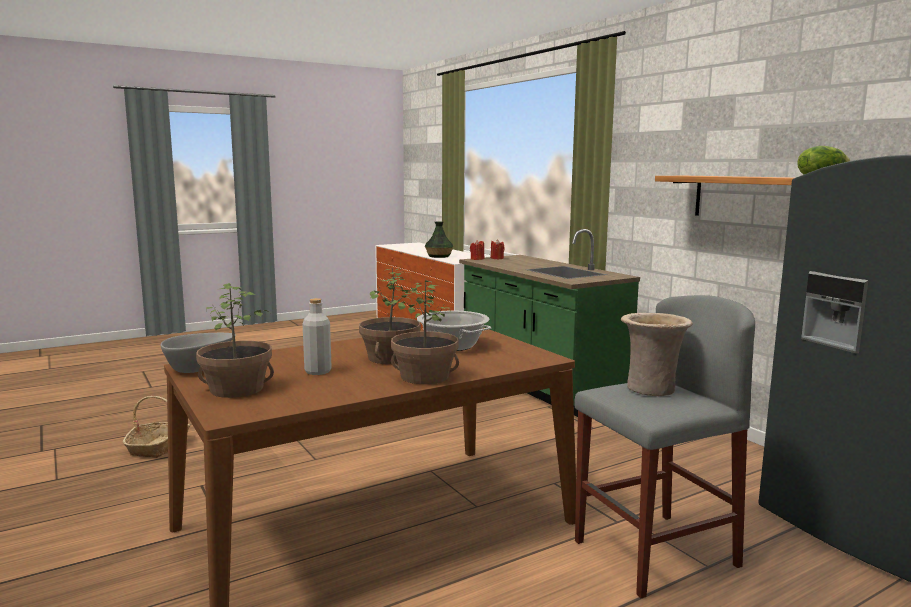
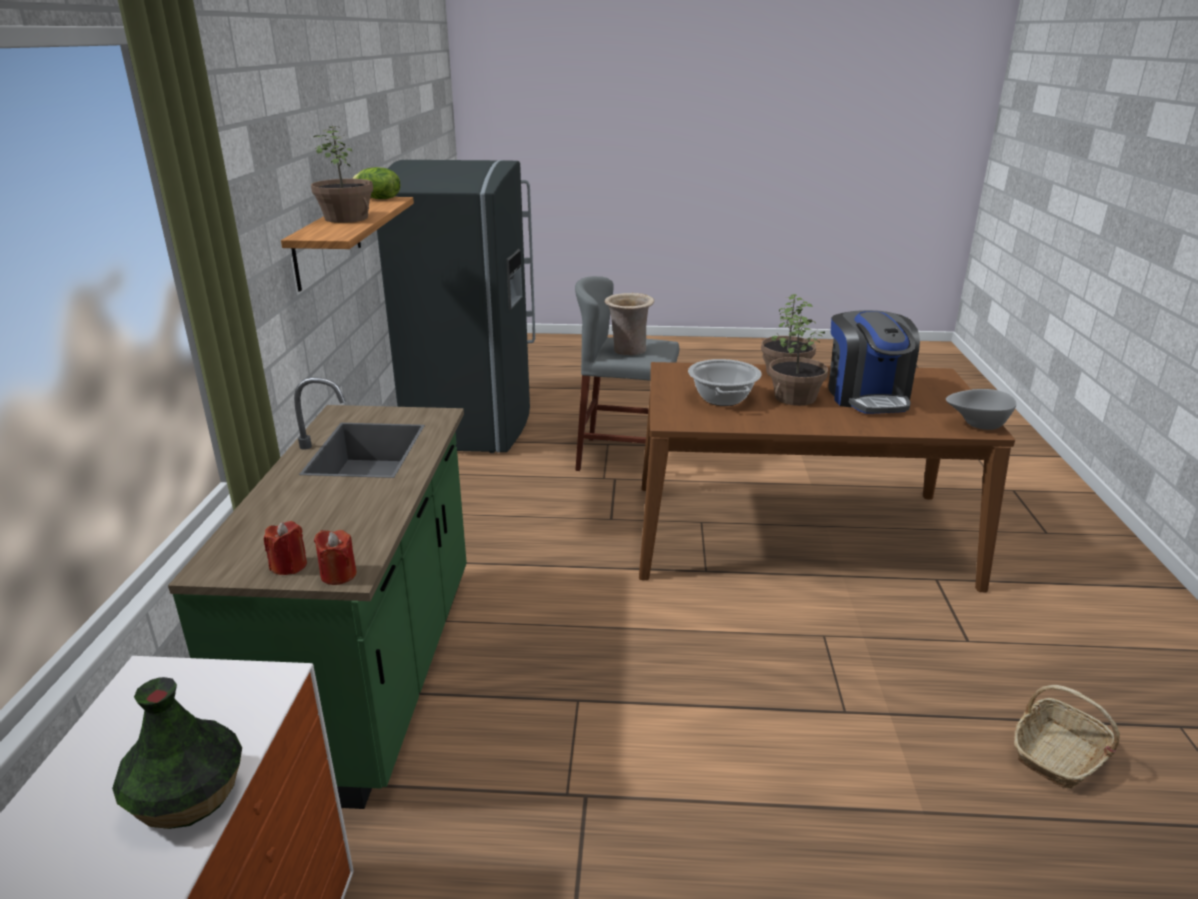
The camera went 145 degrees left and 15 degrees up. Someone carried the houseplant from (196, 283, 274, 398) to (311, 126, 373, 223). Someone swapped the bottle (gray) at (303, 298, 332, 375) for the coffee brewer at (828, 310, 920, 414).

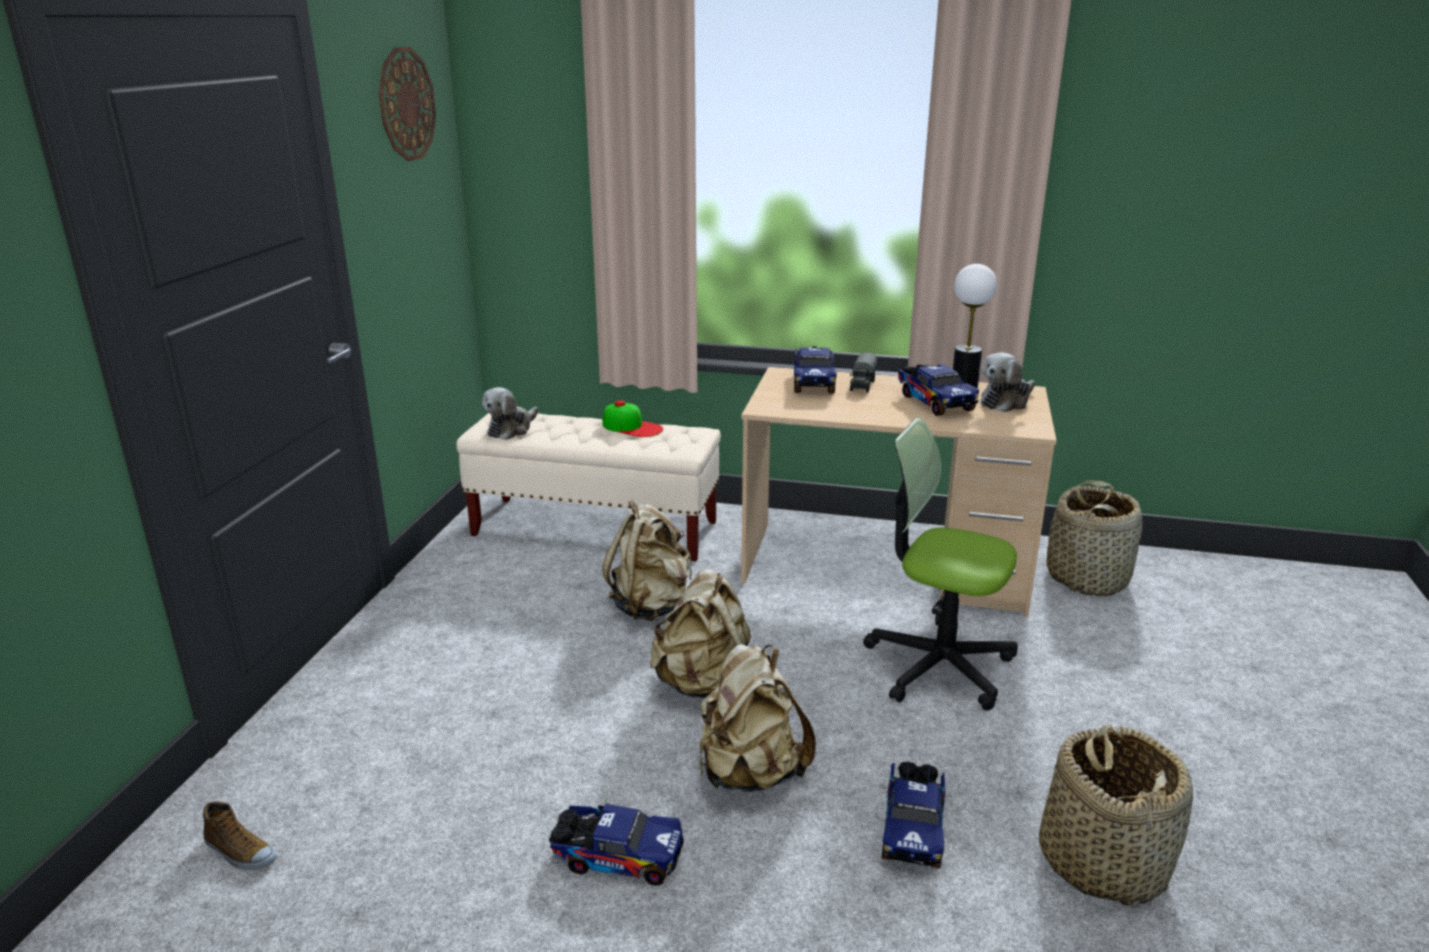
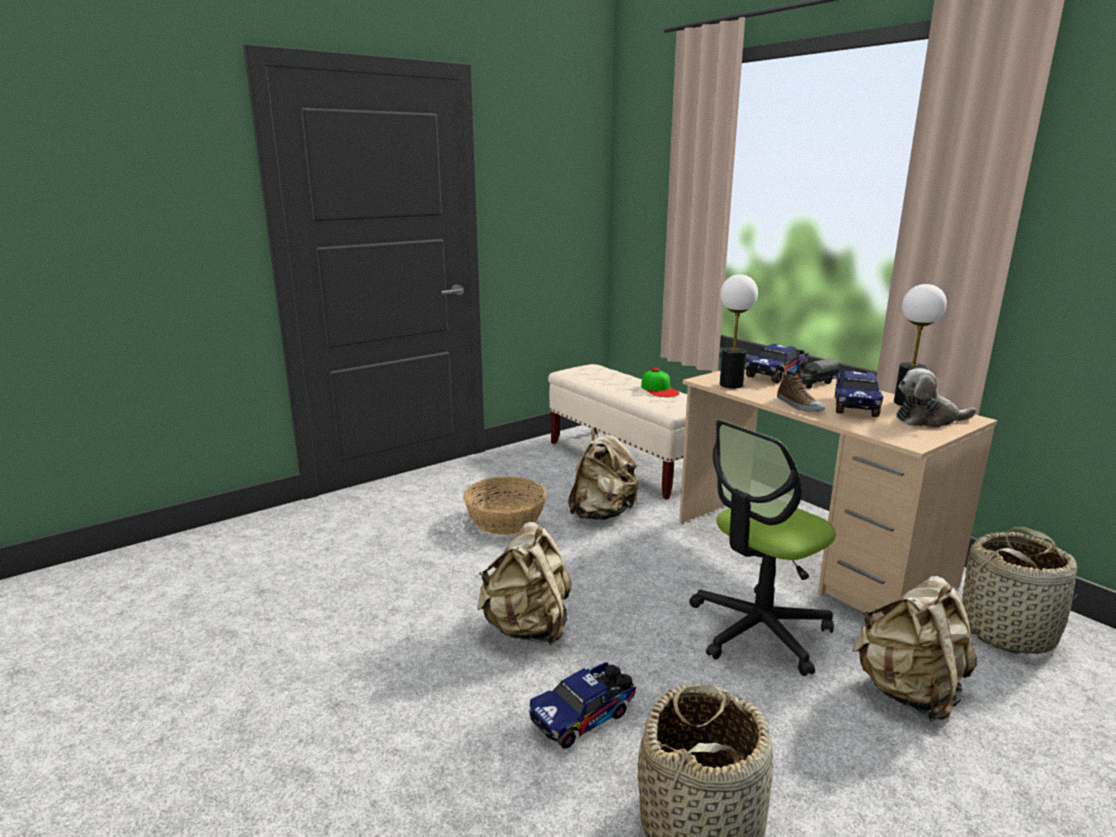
The camera went 40 degrees right and 5 degrees down. Someone took away the wall clock at (379, 47, 436, 161). Someone took away the cuddly toy at (482, 387, 538, 440). Someone rotated the office chair at (863, 418, 1018, 710) by 105 degrees counterclockwise. Someone carried the knapsack (beige-coloured) from (650, 568, 751, 698) to (852, 576, 977, 722). Someone carried the shoe from (203, 801, 276, 870) to (777, 370, 825, 411). Someone took away the model truck at (549, 804, 683, 886). Someone put down the lamp for a table at (720, 274, 758, 388). Someone put down the basket at (463, 476, 547, 535).

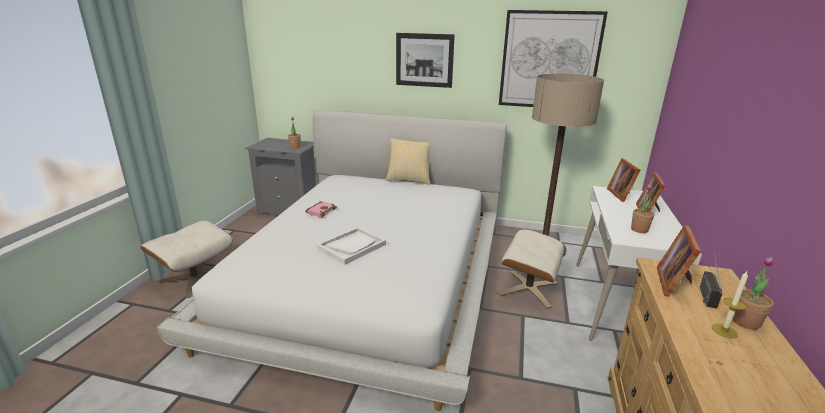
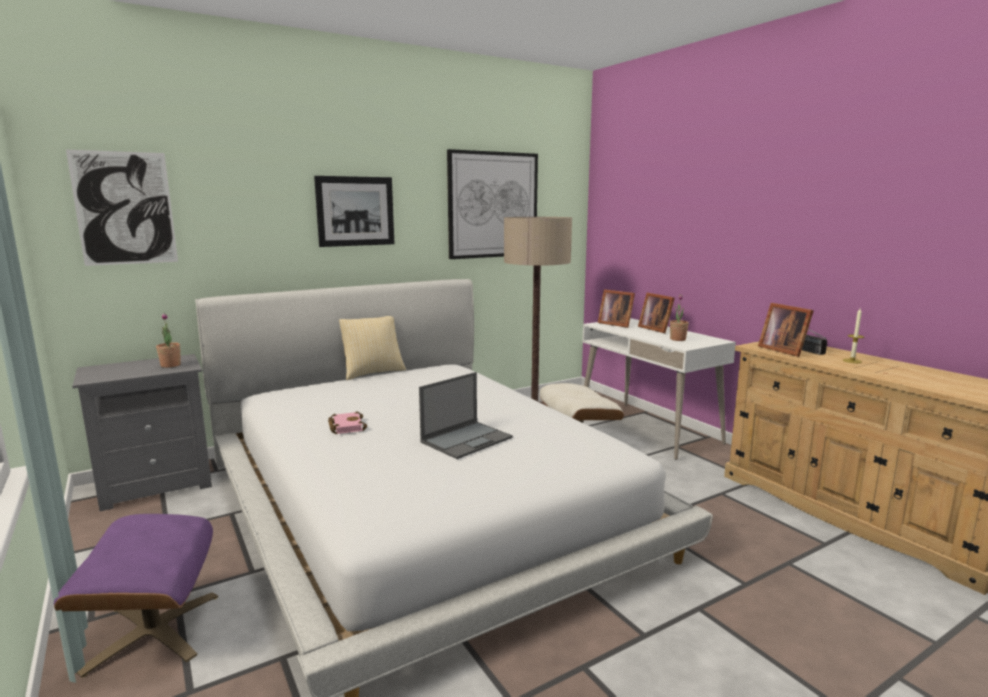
The camera went 45 degrees left and 10 degrees down. Someone repainted the pouffe (beige-coloured) at (140, 221, 233, 298), which became the pouffe (purple) at (54, 514, 218, 678). Someone swapped the serving tray (whitish) at (317, 227, 386, 265) for the portable computer at (419, 372, 513, 459). Someone took away the houseplant at (732, 257, 774, 330). Someone put up the picture at (66, 150, 178, 266).

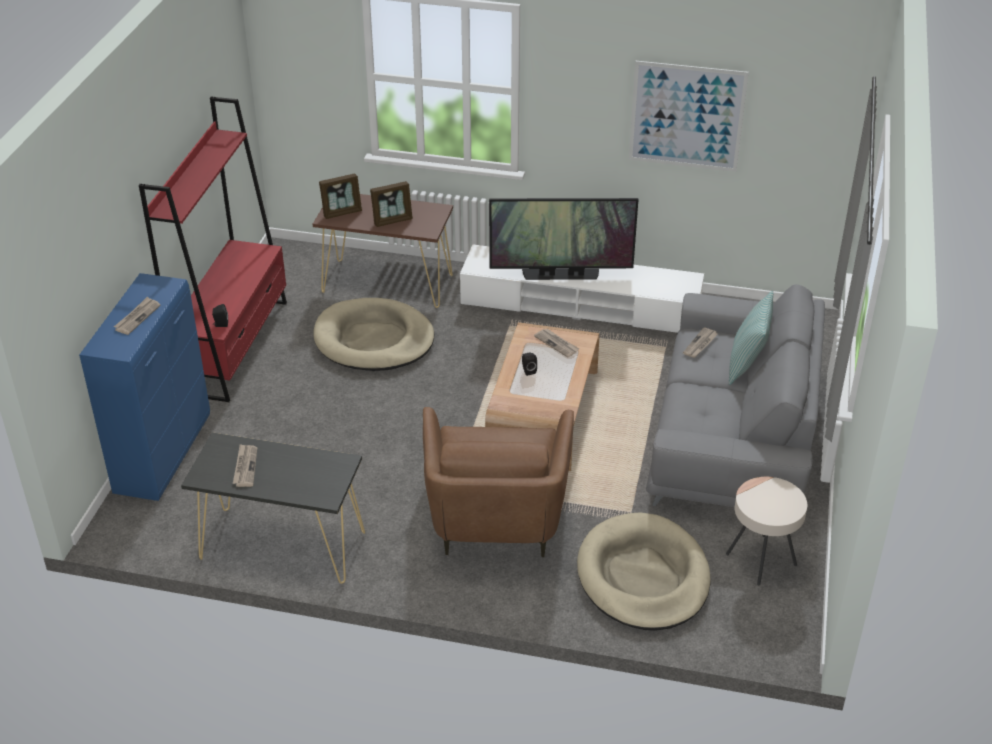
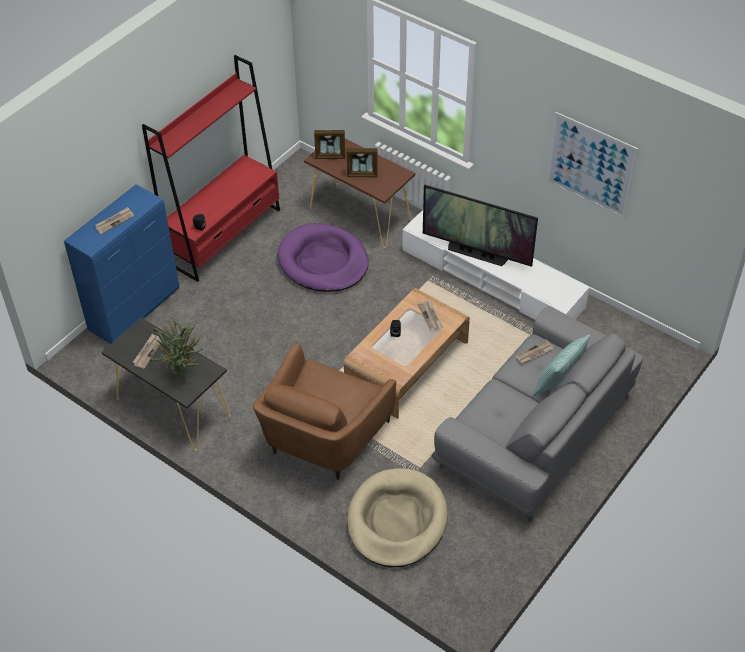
The camera went 25 degrees right and 10 degrees up. Someone repainted the dog cushion (beige-coloured) at (313, 298, 434, 371), which became the dog cushion (purple) at (278, 223, 369, 292). Someone took away the side table (beige-coloured) at (726, 477, 807, 585). Someone put down the houseplant at (150, 318, 203, 378).

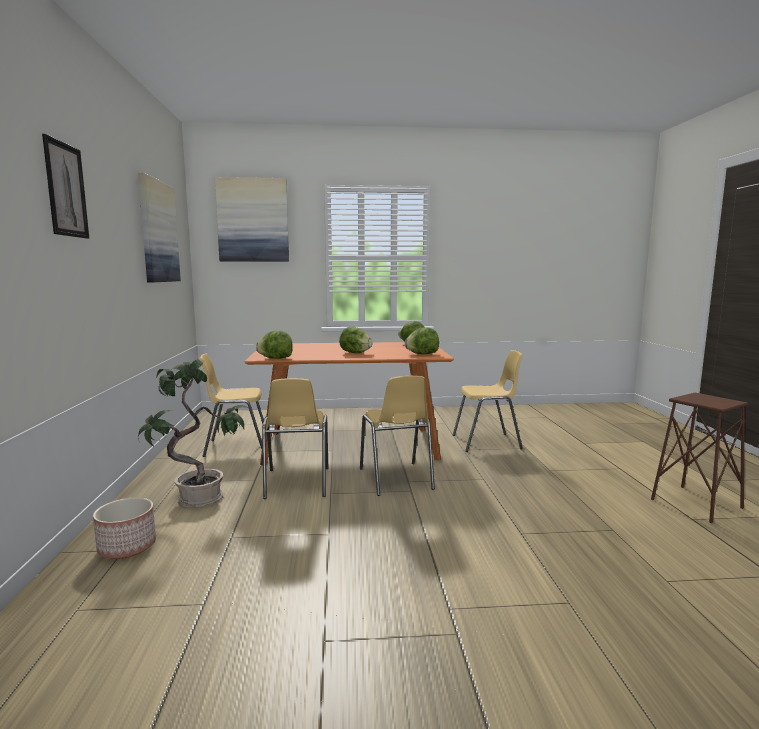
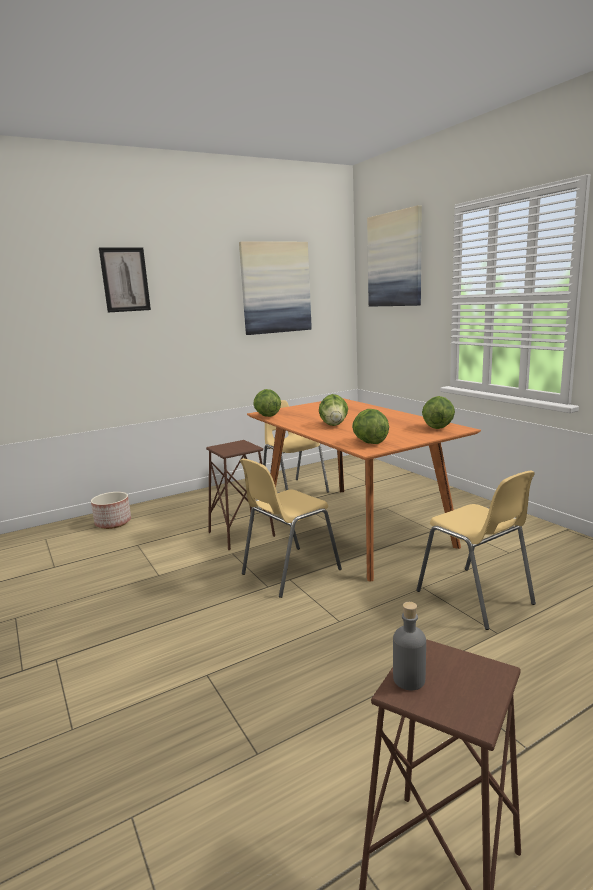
The camera went 65 degrees right and 5 degrees up. Someone took away the houseplant at (138, 359, 250, 508). Someone swapped the chair (yellowish) at (262, 378, 328, 499) for the stool seat (brown-coloured) at (206, 440, 275, 550). Someone put down the bottle (gray) at (393, 602, 426, 691).

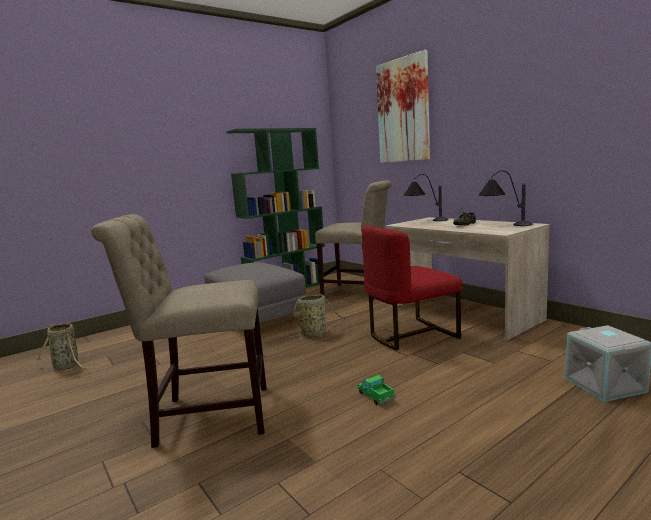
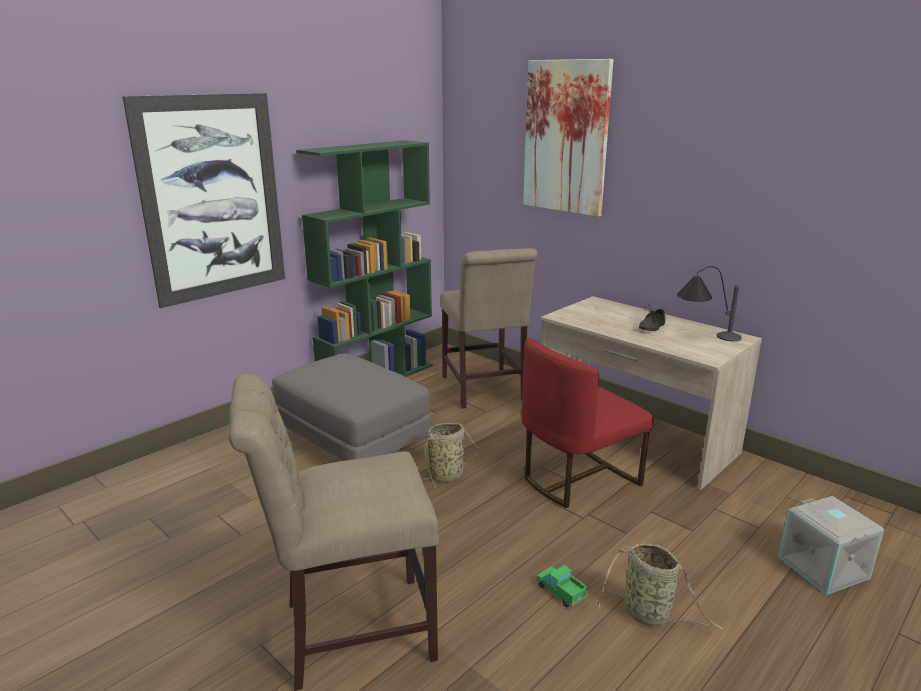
The camera went 10 degrees left and 10 degrees up. Someone took away the lamp for a table at (404, 174, 449, 221). Someone rotated the chair (beige-coloured) at (315, 180, 392, 300) by 60 degrees clockwise. Someone carried the basket from (36, 323, 89, 370) to (597, 543, 724, 630). Someone put up the picture at (122, 93, 285, 308).

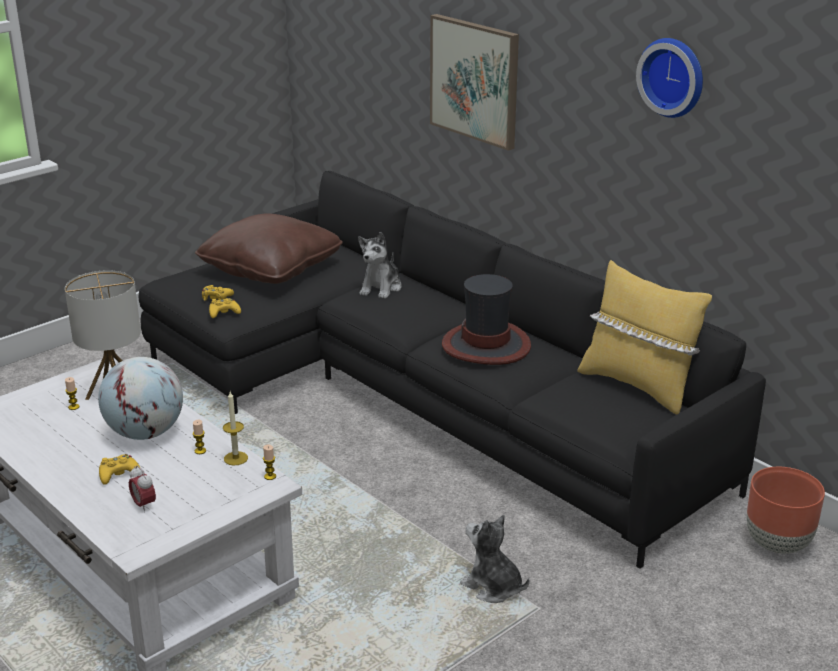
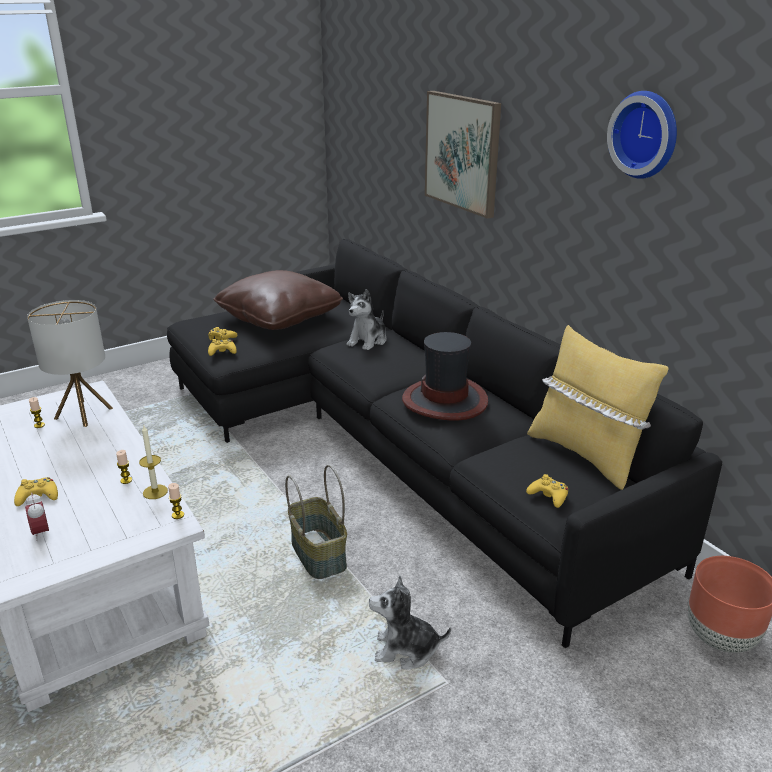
The camera went 10 degrees right and 0 degrees up. Someone took away the desk globe at (98, 357, 183, 440). Someone rotated the cuddly toy at (460, 515, 530, 603) by 45 degrees counterclockwise. Someone put down the basket at (285, 465, 347, 579). Someone put down the game controller (yellowish) at (526, 474, 568, 508).

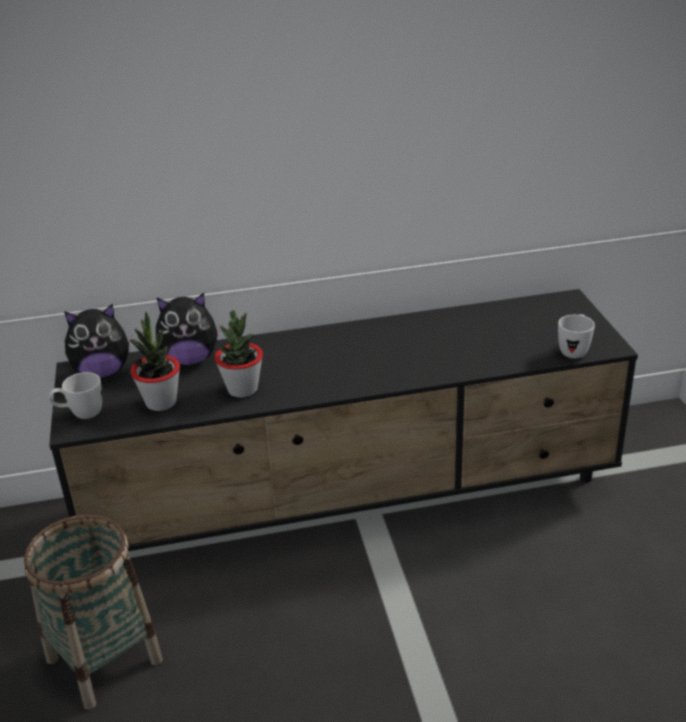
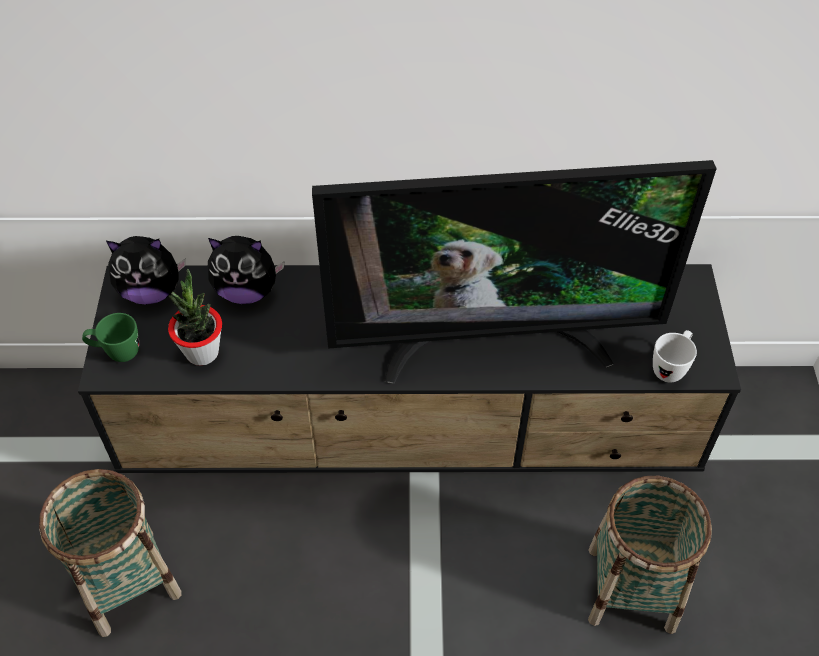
The camera went 10 degrees right and 20 degrees up. Someone took away the houseplant at (215, 310, 263, 398). Someone repainted the tea mug (whitish) at (49, 372, 102, 419), which became the tea mug (green) at (82, 313, 139, 362). Someone put down the TV at (312, 160, 717, 384). Someone put down the basket at (588, 476, 712, 634).

